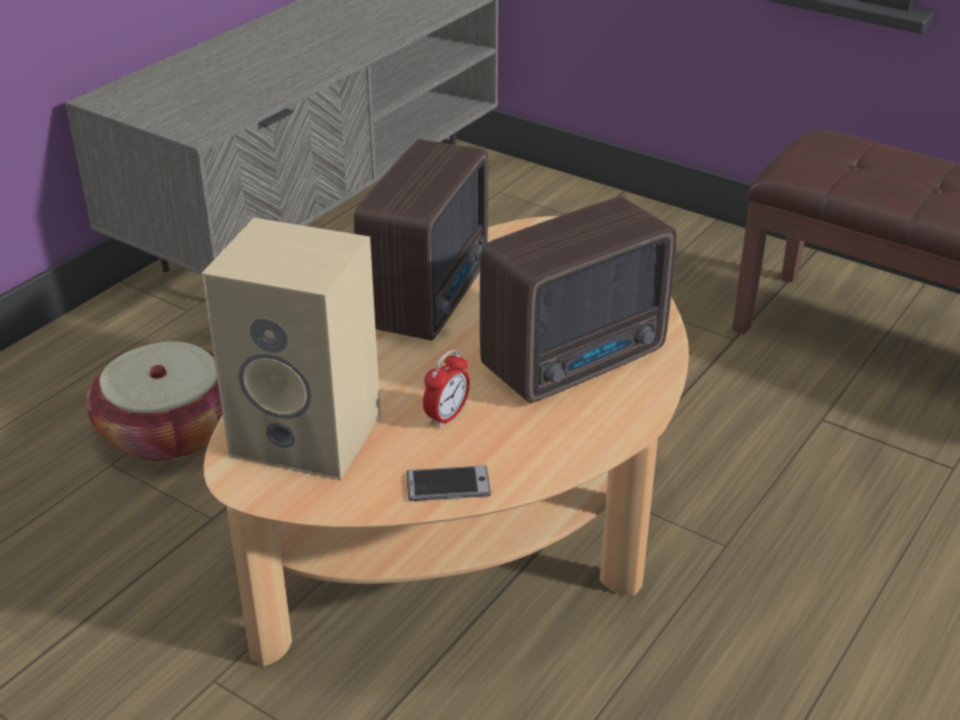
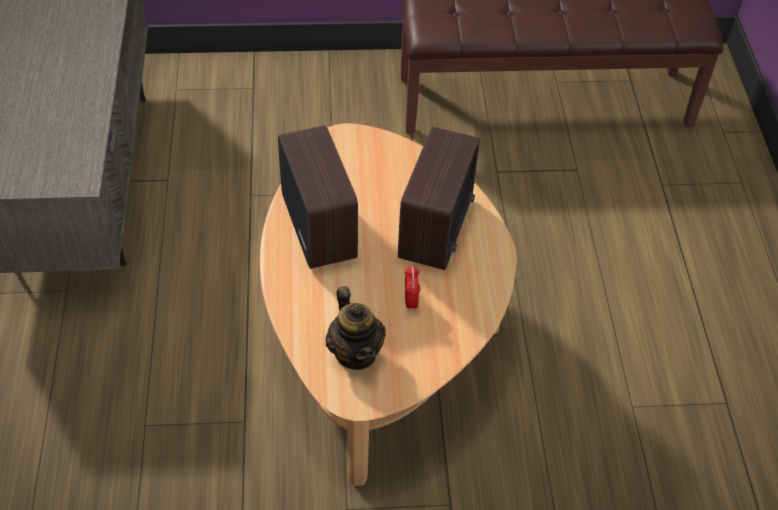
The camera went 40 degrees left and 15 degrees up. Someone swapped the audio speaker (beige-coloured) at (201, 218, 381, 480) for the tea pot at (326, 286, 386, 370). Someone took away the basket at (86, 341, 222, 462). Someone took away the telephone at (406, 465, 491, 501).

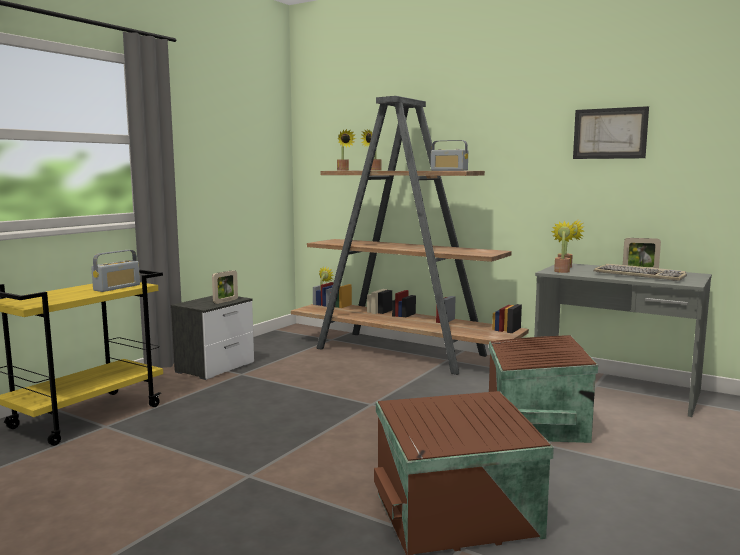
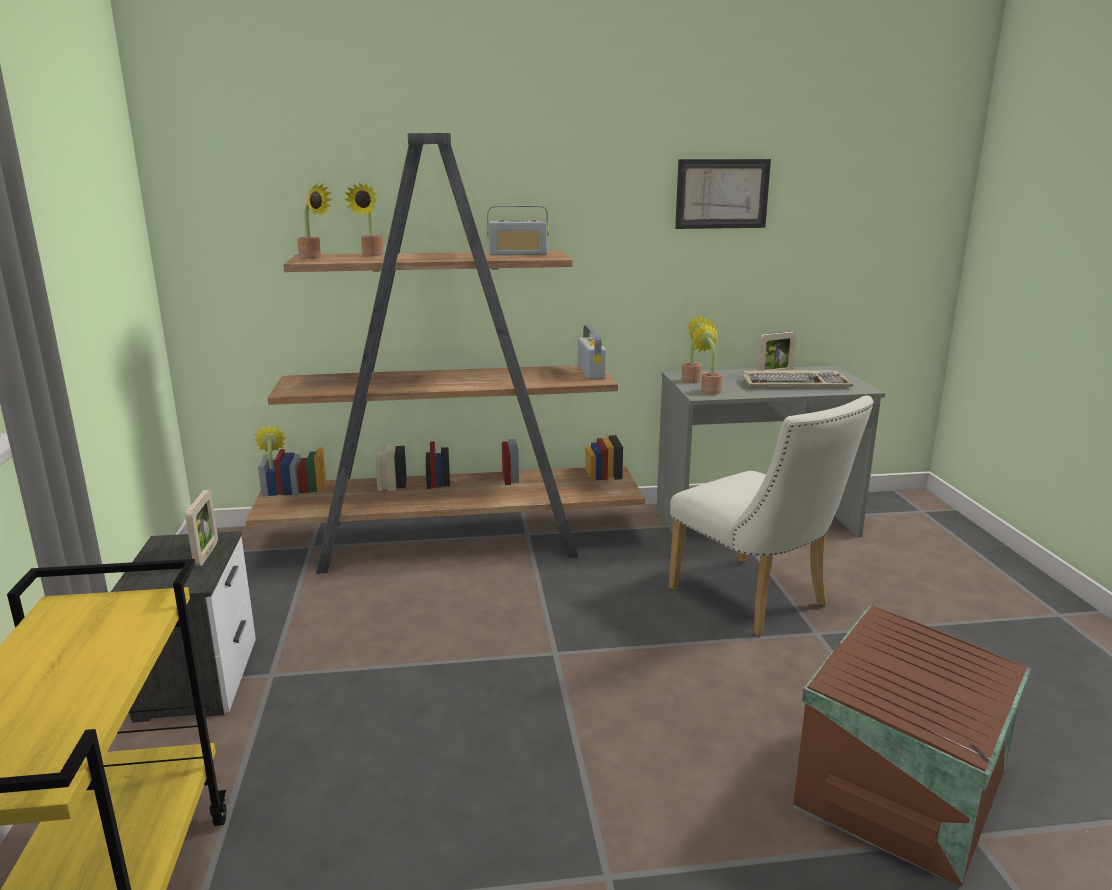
The camera went 40 degrees left and 10 degrees up. Someone carried the radio receiver from (91, 250, 140, 292) to (578, 325, 606, 380). Someone swapped the storage box (brown-coloured) at (489, 335, 598, 443) for the chair (whitish) at (669, 396, 874, 636).

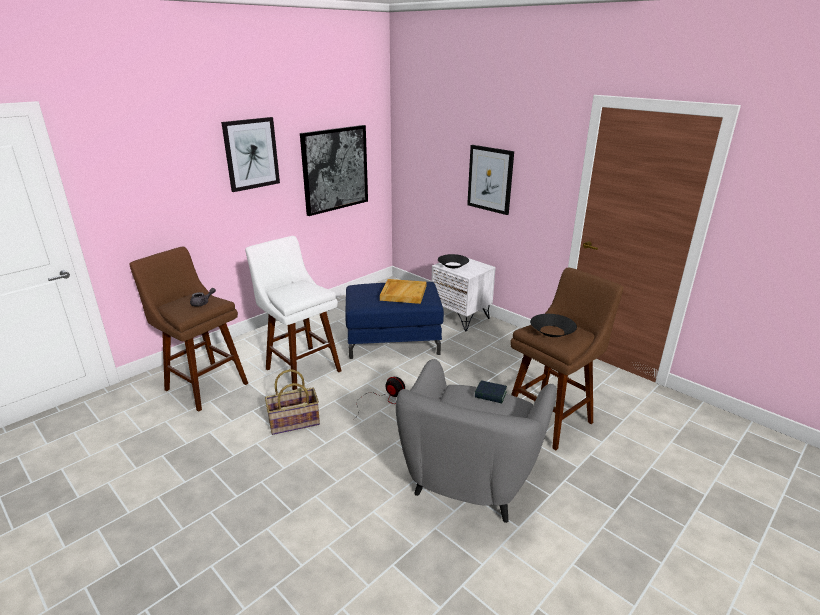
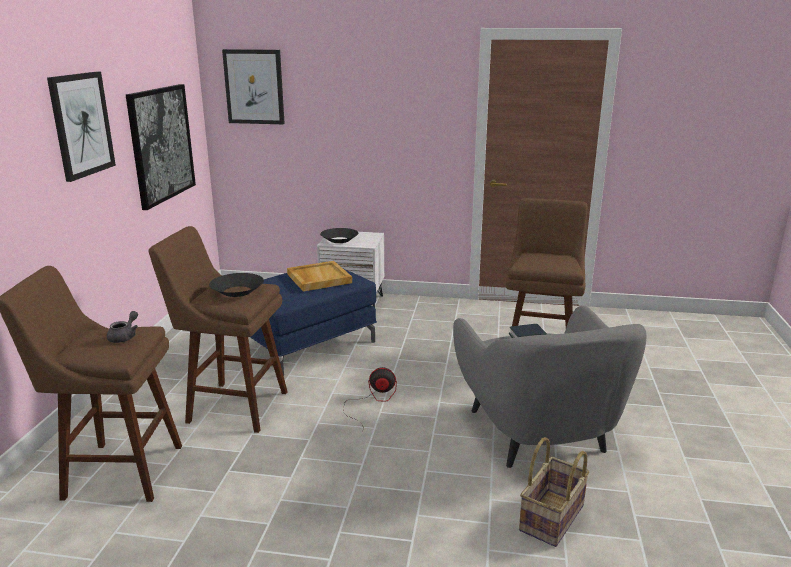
The camera went 35 degrees left and 5 degrees down. Someone carried the picture from (467, 145, 514, 215) to (222, 49, 285, 124). Someone repainted the stool seat (whitish) at (245, 236, 342, 390), which became the stool seat (brown-coloured) at (149, 226, 288, 433). Someone carried the bowl (black-coloured) from (530, 314, 577, 337) to (209, 273, 264, 297). Someone carried the basket from (265, 369, 320, 435) to (519, 437, 589, 547).

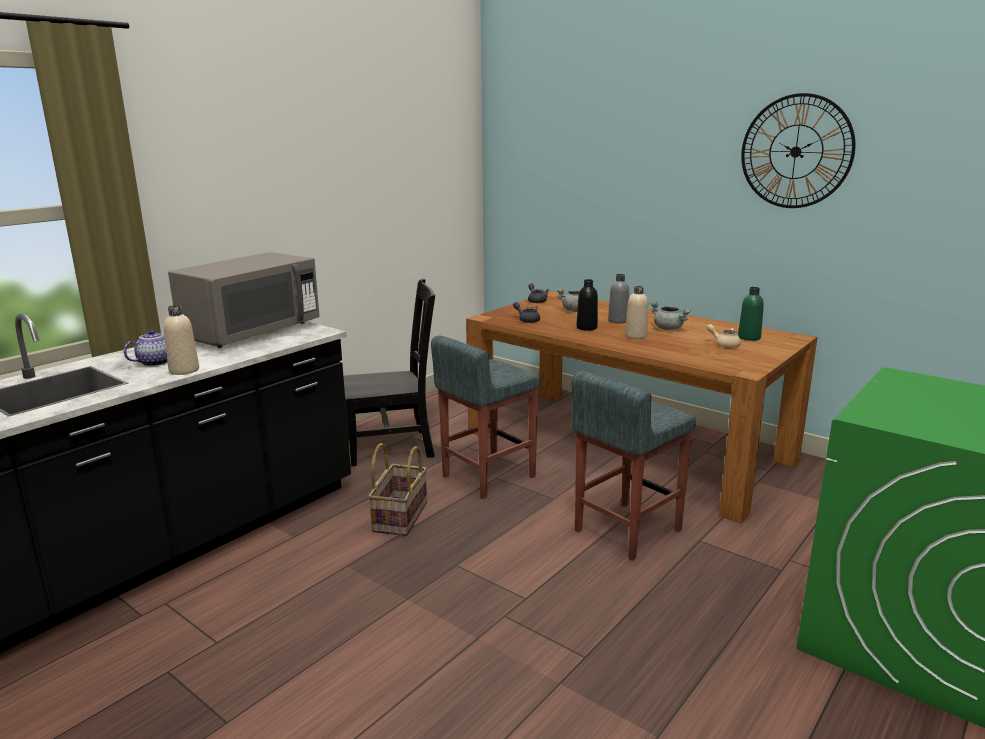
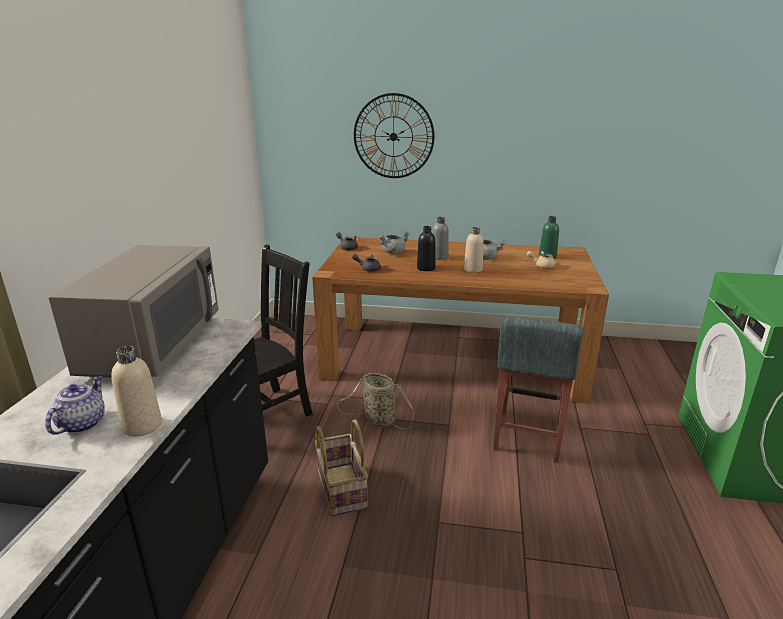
The camera went 30 degrees left and 5 degrees up. Someone carried the wall clock from (741, 93, 856, 208) to (354, 93, 435, 178). Someone swapped the stool seat (gray) at (431, 336, 541, 499) for the basket at (337, 373, 414, 429).

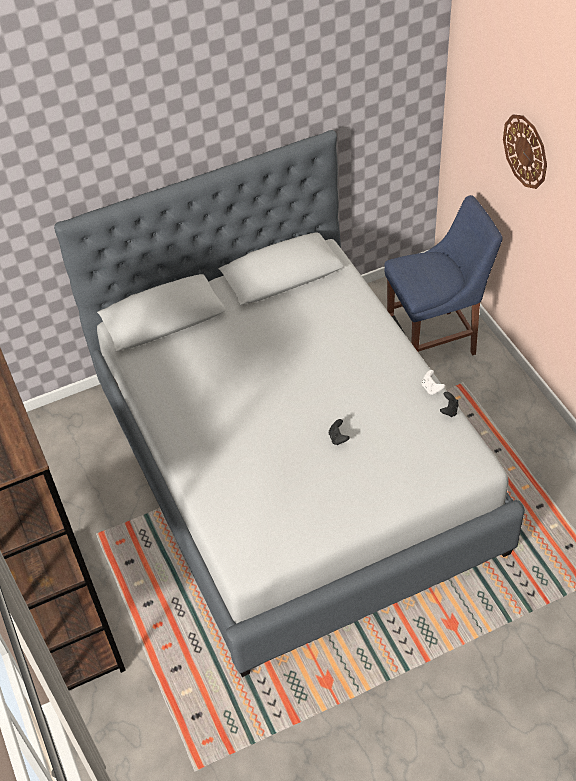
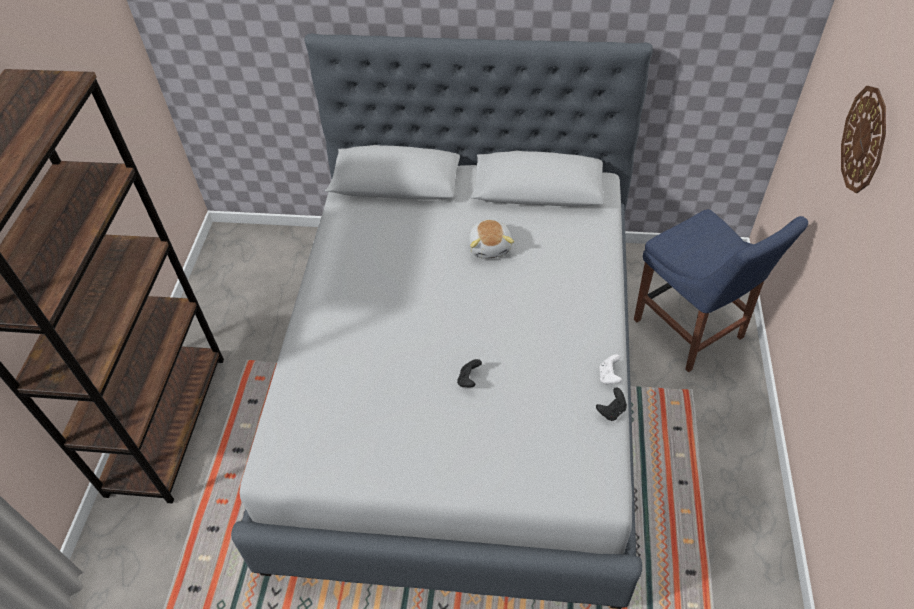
The camera went 30 degrees right and 0 degrees up. Someone rotated the chair (blue-coloured) at (384, 195, 503, 355) by 45 degrees clockwise. Someone put down the cuddly toy at (468, 219, 514, 259).

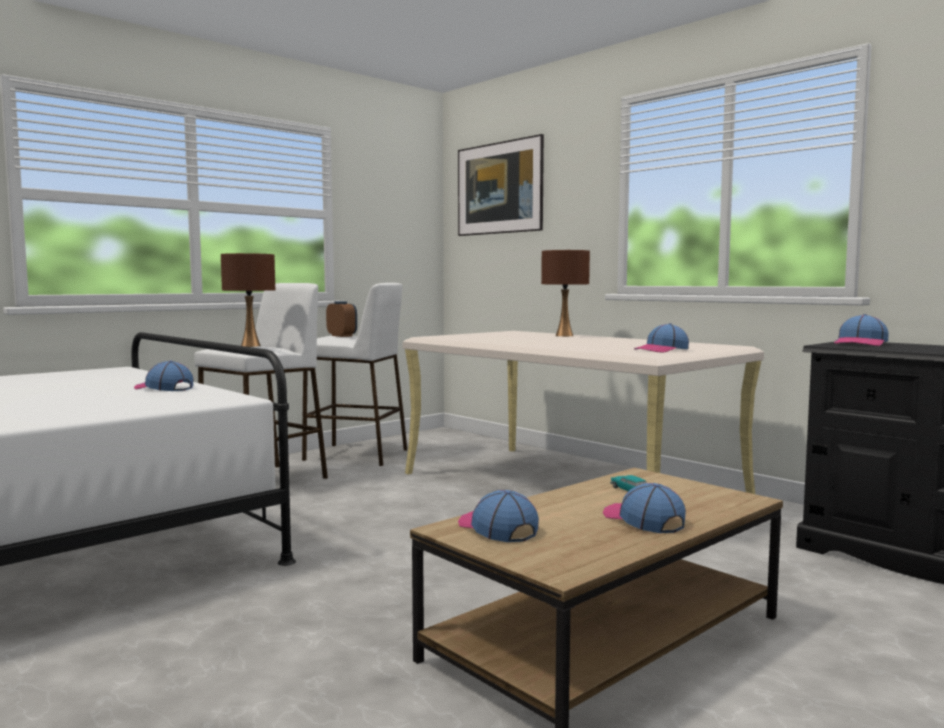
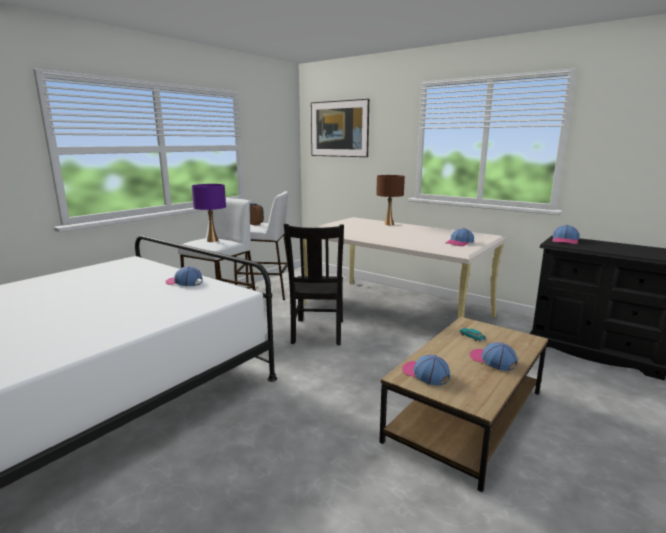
The camera went 10 degrees left and 10 degrees up. Someone repainted the lamp for a table (brown-coloured) at (221, 253, 275, 347), which became the lamp for a table (purple) at (192, 184, 226, 242). Someone put down the chair (black-coloured) at (284, 224, 344, 345).

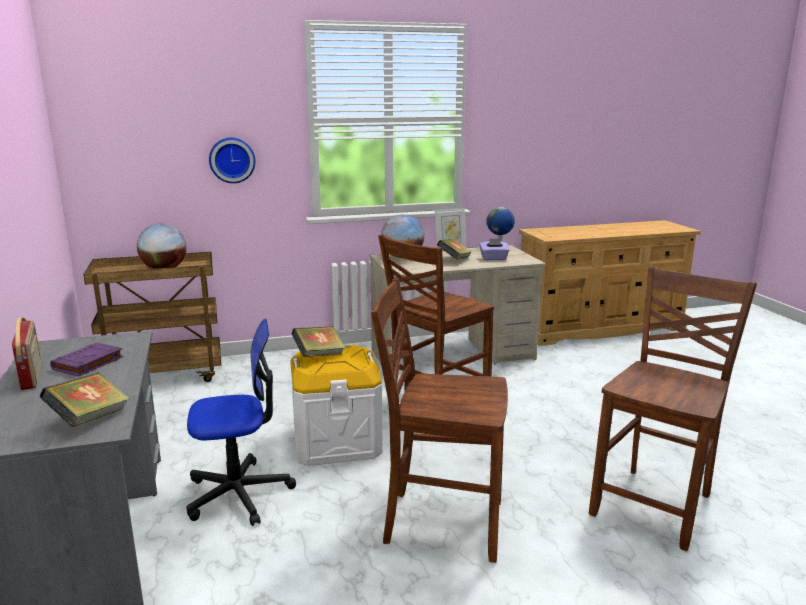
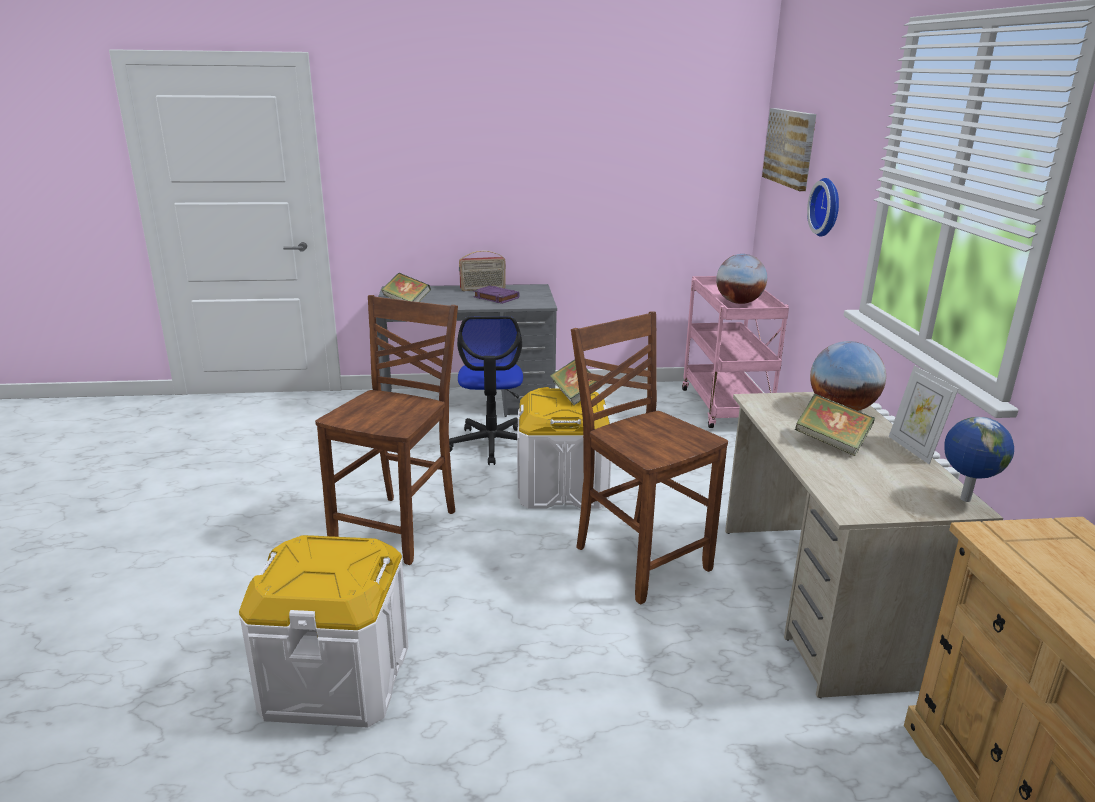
The camera went 100 degrees right and 5 degrees up. Someone took away the tissue box (purple) at (479, 238, 509, 260). Someone repainted the wheeled cart (brown-coloured) at (83, 252, 221, 382), which became the wheeled cart (pink) at (682, 276, 789, 428). Someone swapped the chair (brown-coloured) at (589, 266, 757, 551) for the storage box (whitish) at (239, 535, 408, 728). Someone put up the picture at (762, 108, 816, 191).

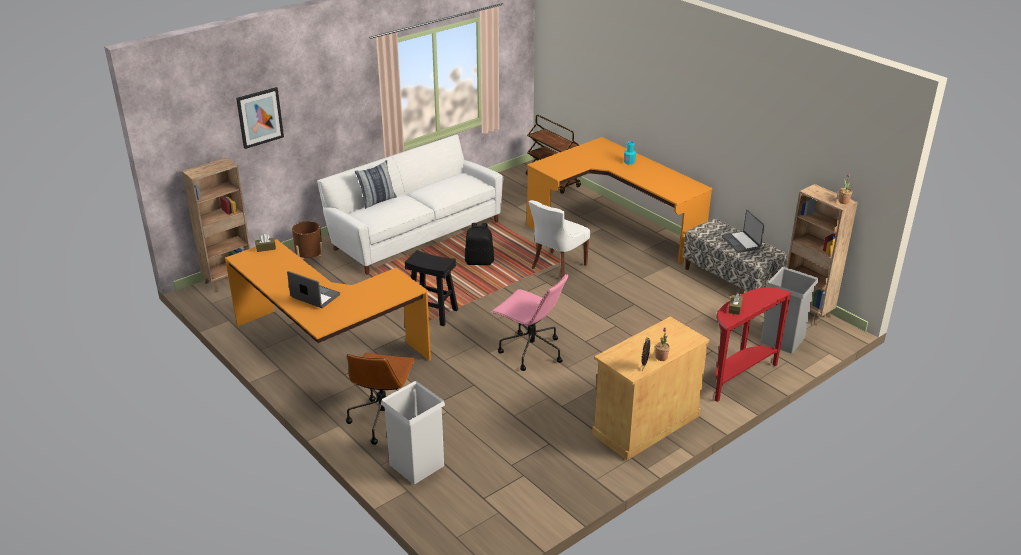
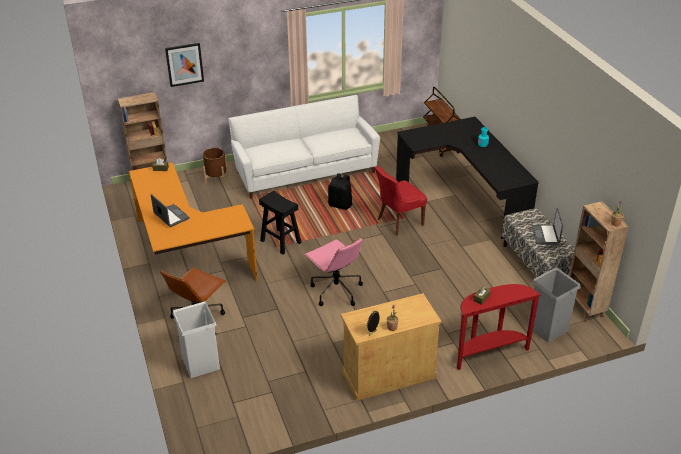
The camera went 20 degrees right and 5 degrees up. Someone repainted the desk (orange) at (527, 137, 712, 263), which became the desk (black-coloured) at (396, 117, 539, 239). Someone took away the cushion at (355, 160, 397, 209). Someone repainted the chair (whitish) at (528, 200, 590, 278), which became the chair (reddish) at (375, 166, 427, 236).

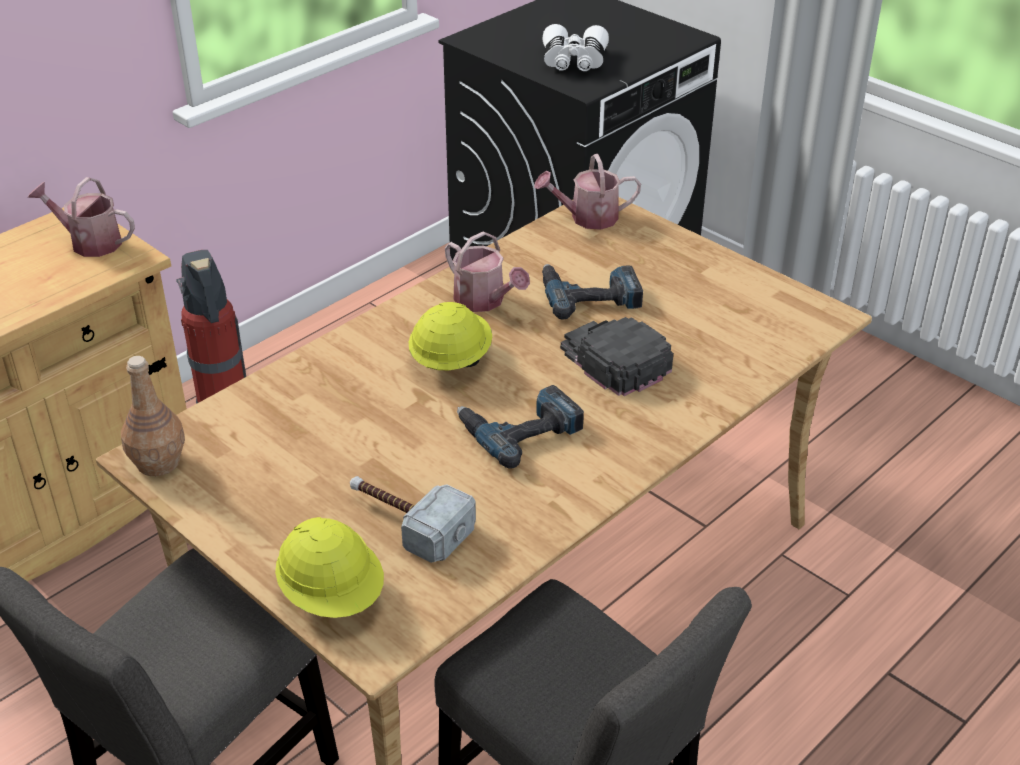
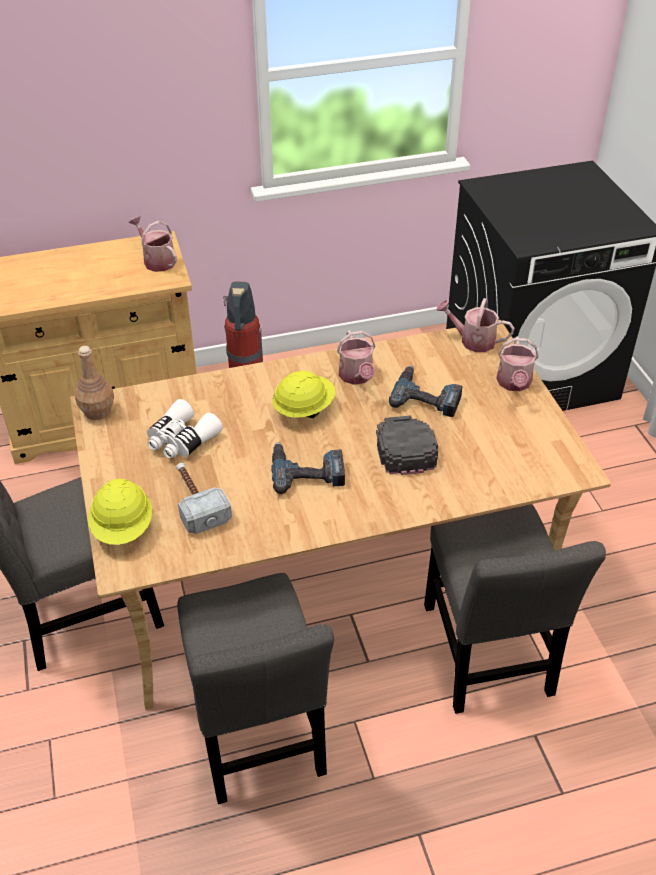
The camera went 30 degrees right and 5 degrees up. Someone carried the pair of binoculars (whitish) from (542, 24, 609, 71) to (147, 399, 223, 459). Someone put down the sprinkling can at (496, 336, 538, 391). Someone put down the chair (gray) at (424, 504, 606, 714).

